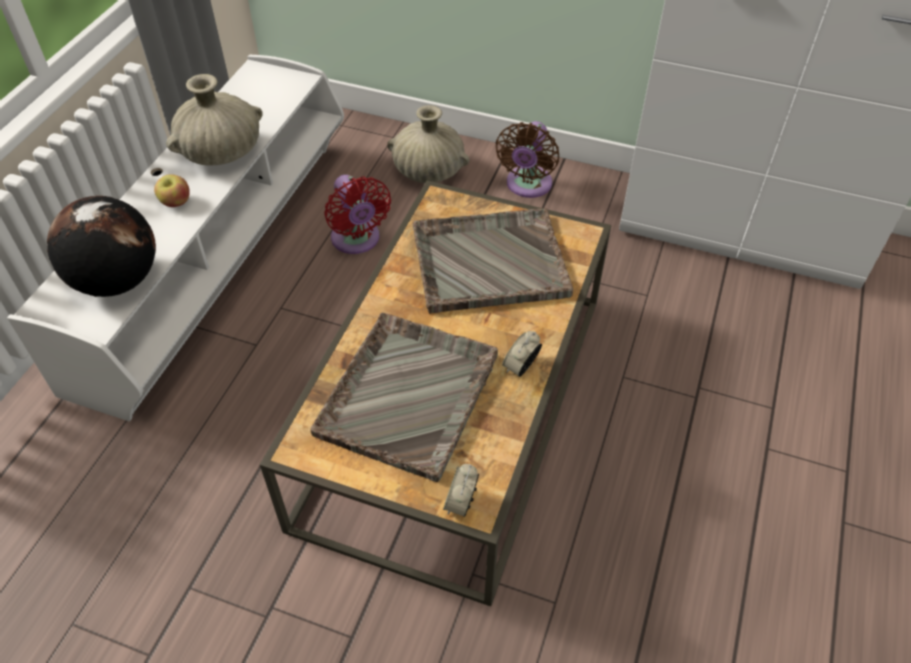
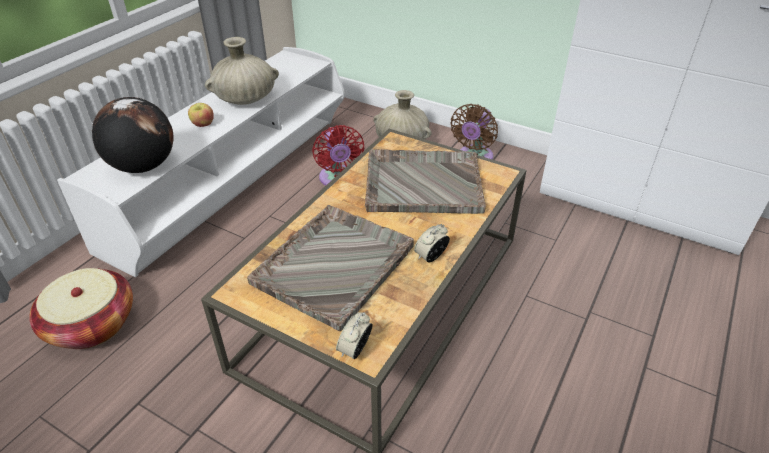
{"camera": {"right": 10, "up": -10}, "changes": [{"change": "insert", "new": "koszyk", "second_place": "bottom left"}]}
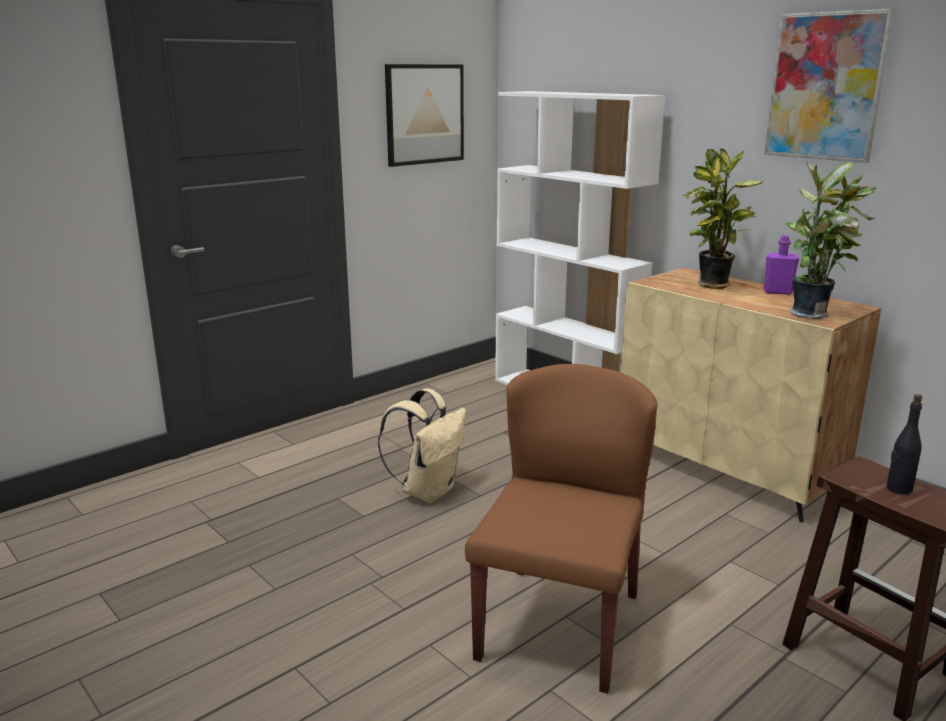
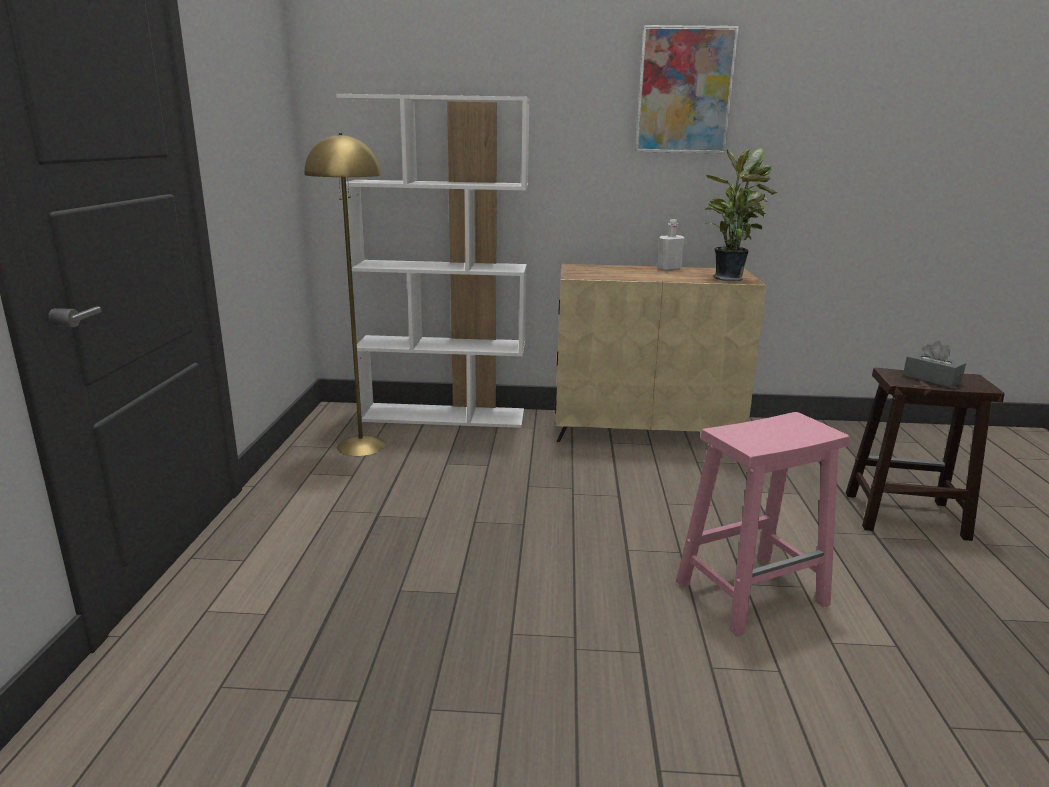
{"camera": {"right": -45, "up": 0}, "changes": [{"change": "delete", "old": "plecak [beżowy]", "first_place": "centre"}, {"change": "delete", "old": "obraz (1st from left)", "first_place": "top centre"}, {"change": "delete", "old": "roślina doniczkowa (1st from left)", "first_place": "top right"}, {"change": "insert", "new": "lampa stojąca [żółty]", "second_place": "middle left"}, {"change": "replace", "old": "krzesło [brązowy]", "new": "stołek [różowy]", "first_place": "bottom centre", "second_place": "middle right"}, {"change": "replace", "old": "butelka [czarny]", "new": "pudełko chusteczek [szary]", "first_place": "middle right", "second_place": "middle right"}, {"change": "recolor", "old": "butelka [fioletowy]", "new": "butelka [biały]", "first_place": "middle right", "second_place": "top centre"}]}
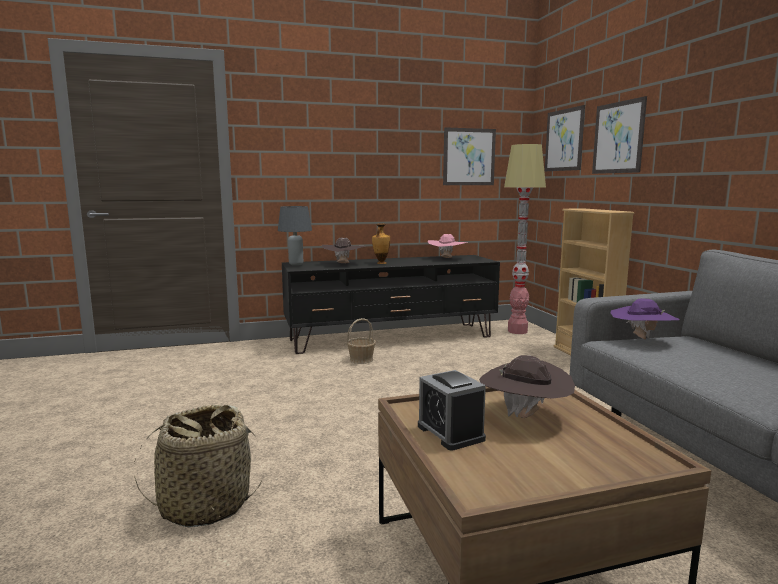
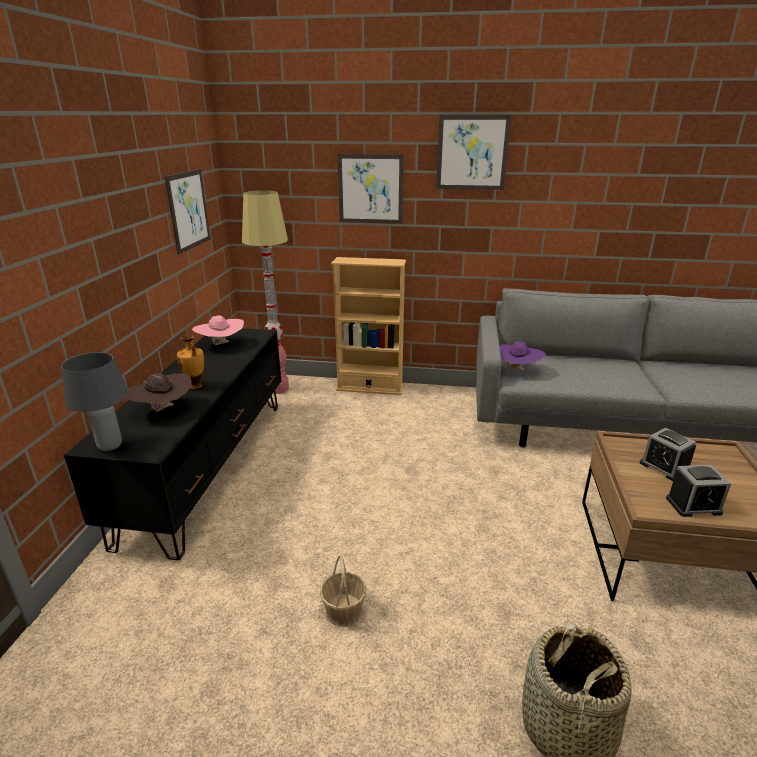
{"camera": {"right": -65, "up": 15}, "changes": [{"change": "move", "old": "koszyk (2nd from left in the first image)", "new": "koszyk (1st from left)", "first_place": "centre", "second_place": "bottom centre"}, {"change": "move", "old": "obraz (2nd from left in the first image)", "new": "obraz (3rd from left)", "first_place": "top right", "second_place": "top centre"}, {"change": "replace", "old": "kapelusz [brązowy] (2nd from left)", "new": "budzik (1st from left)", "first_place": "middle right", "second_place": "middle right"}]}
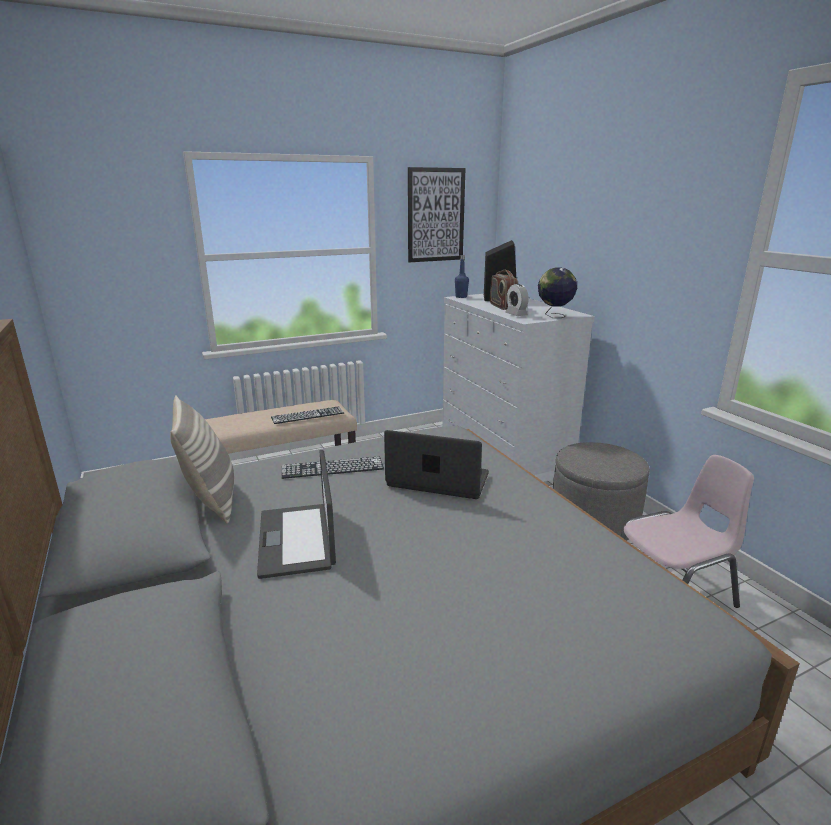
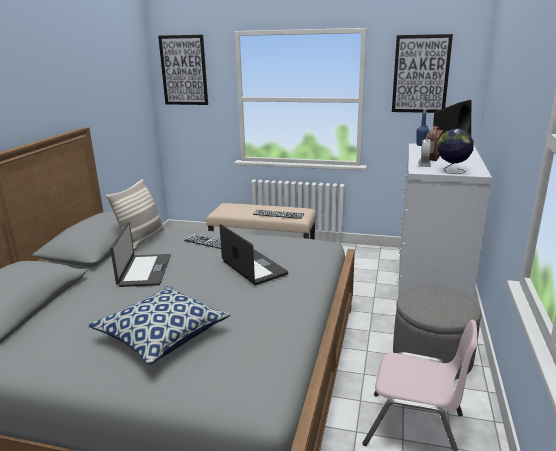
{"camera": {"right": 40, "up": 0}, "changes": [{"change": "insert", "new": "poduszka (2nd from left)", "second_place": "bottom left"}, {"change": "insert", "new": "obraz (1st from left)", "second_place": "top left"}, {"change": "rotate", "old": "laptop (1st from left)", "first_place": "centre", "second_place": "middle left", "degrees": 150}]}
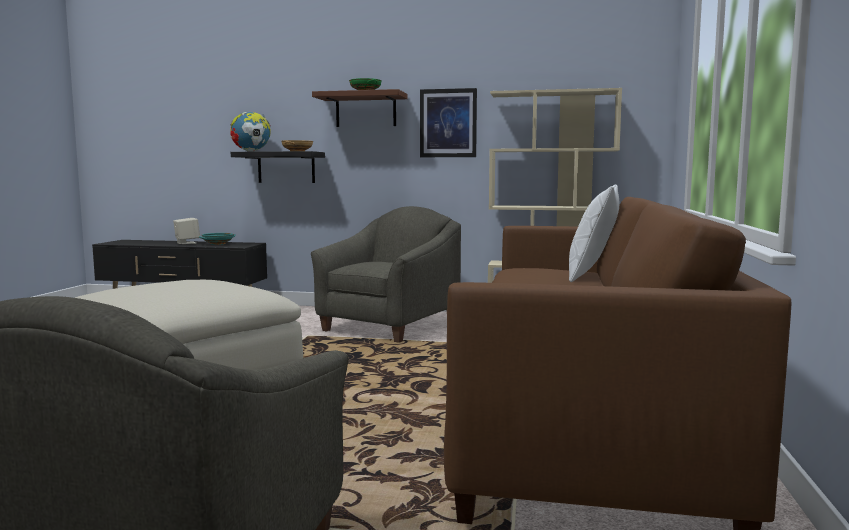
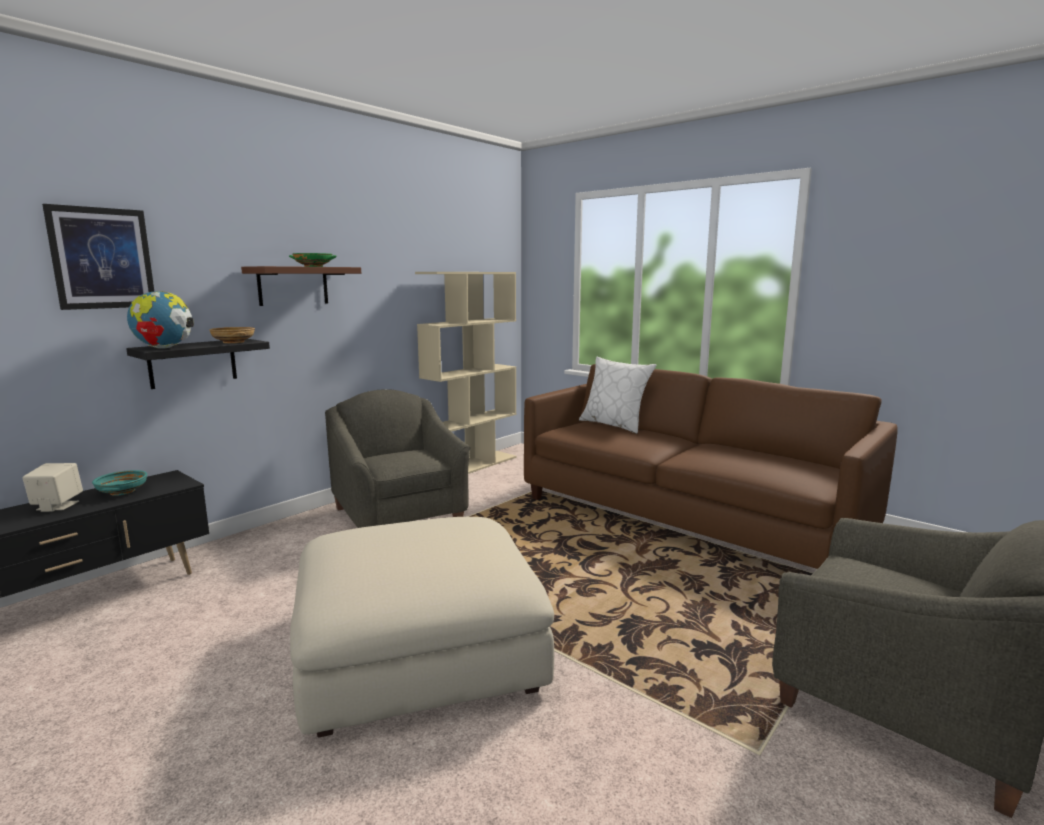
{"camera": {"right": -60, "up": 5}, "changes": [{"change": "move", "old": "obraz", "first_place": "top centre", "second_place": "top left"}]}
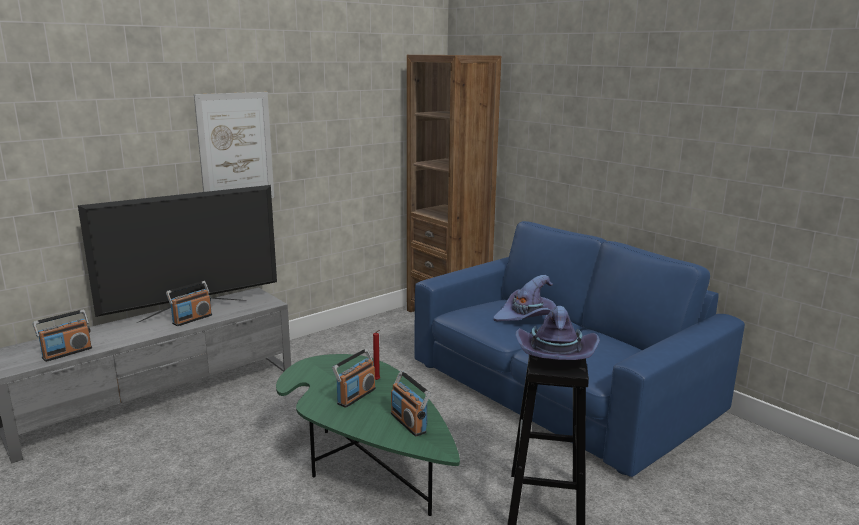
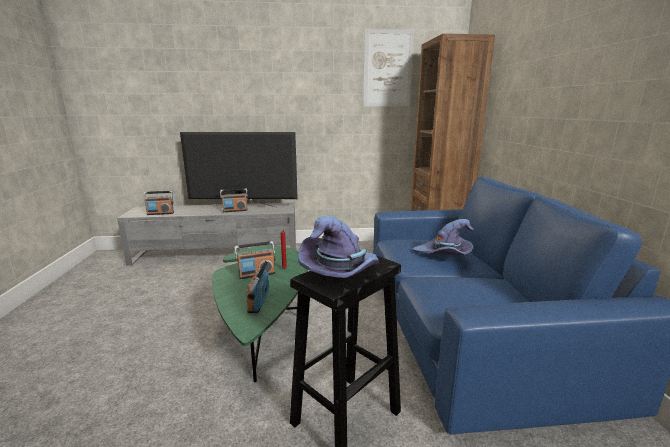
{"camera": {"right": 35, "up": 0}, "changes": [{"change": "move", "old": "obraz", "first_place": "top left", "second_place": "top centre"}]}
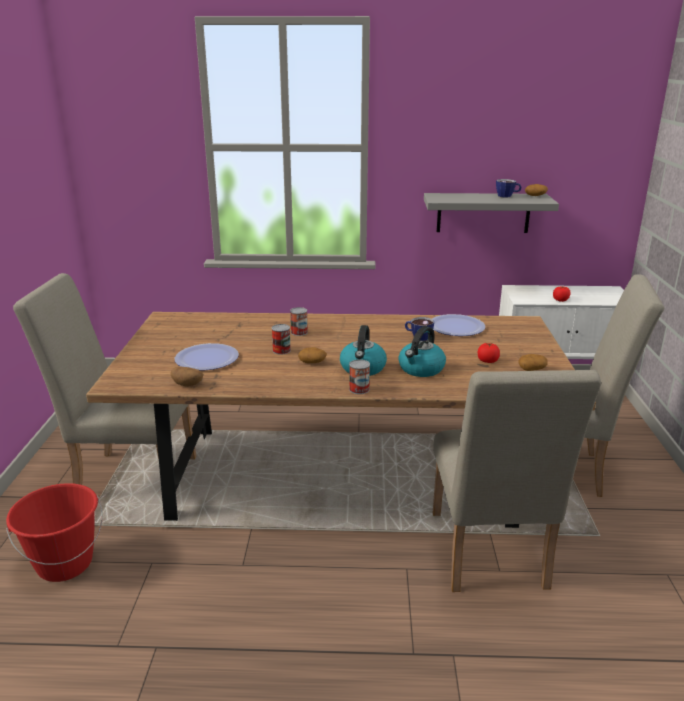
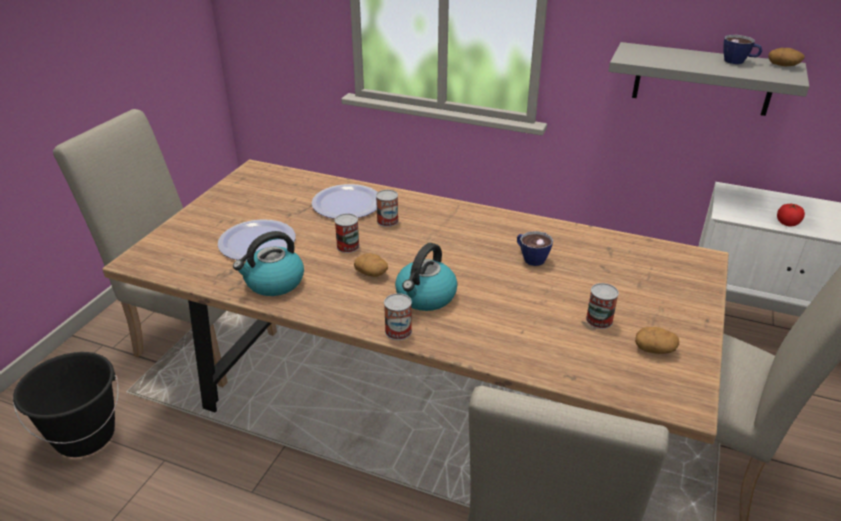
{"camera": {"right": 20, "up": 10}, "changes": [{"change": "delete", "old": "ziemniak (1st from left)", "first_place": "middle left"}, {"change": "move", "old": "czajnik (2nd from left in the first image)", "new": "czajnik (1st from left)", "first_place": "centre", "second_place": "middle left"}, {"change": "move", "old": "talerz (2nd from left)", "first_place": "middle right", "second_place": "centre"}, {"change": "replace", "old": "pomidor (1st from left)", "new": "puszka (4th from left)", "first_place": "middle right", "second_place": "middle right"}, {"change": "recolor", "old": "wiadro [czerwony]", "new": "wiadro [czarny]", "first_place": "bottom left", "second_place": "bottom left"}]}
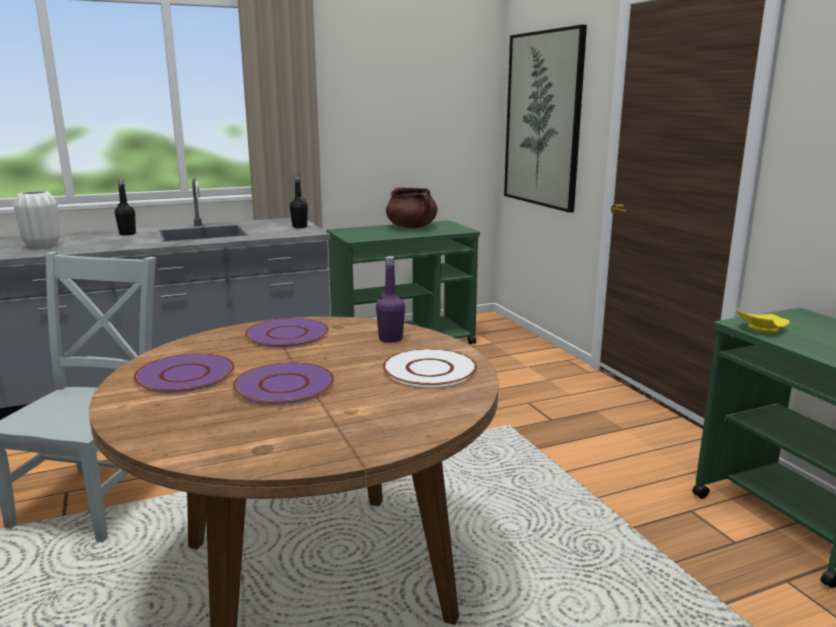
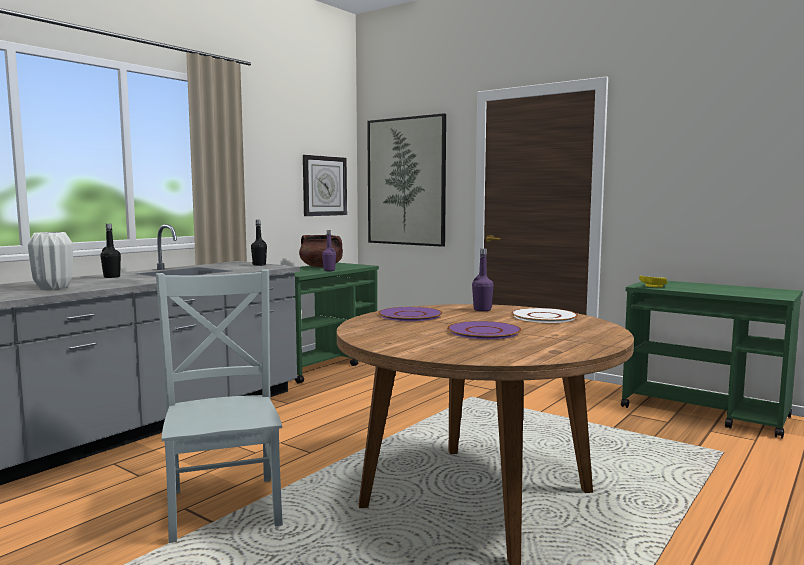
{"camera": {"right": -30, "up": -10}, "changes": [{"change": "delete", "old": "talerz [fioletowy] (1st from left)", "first_place": "middle left"}, {"change": "insert", "new": "zegar ścienny", "second_place": "top centre"}, {"change": "insert", "new": "butelka [fioletowy] (1st from left)", "second_place": "centre"}]}
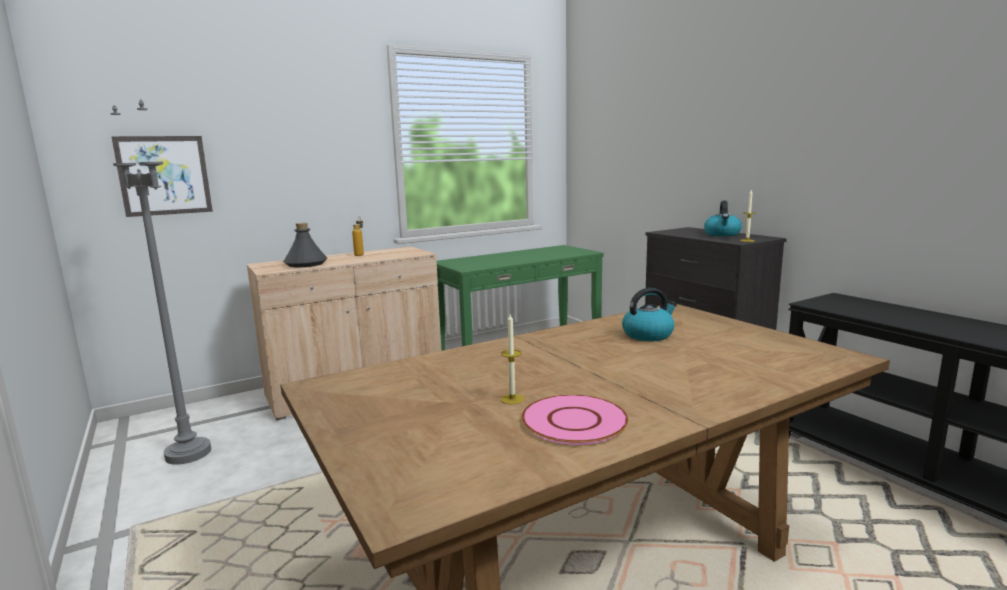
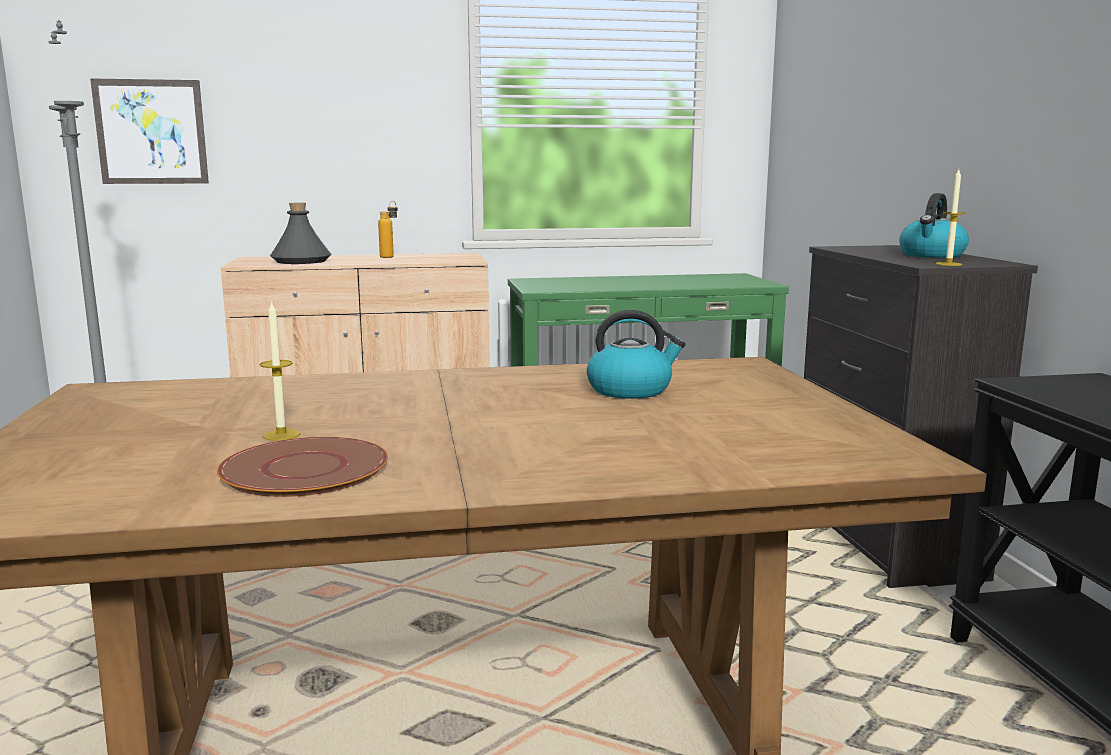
{"camera": {"right": 20, "up": 0}, "changes": [{"change": "recolor", "old": "talerz [różowy]", "new": "talerz [brązowy]", "first_place": "bottom centre", "second_place": "middle left"}]}
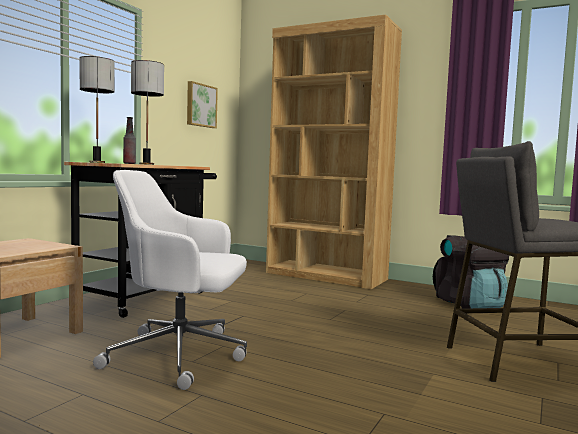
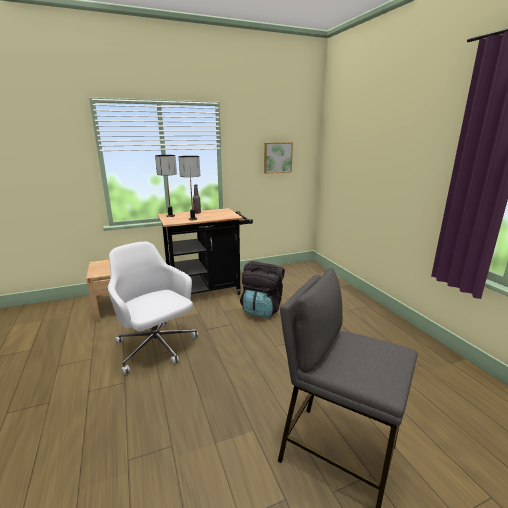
{"camera": {"right": 40, "up": 15}, "changes": [{"change": "delete", "old": "regał [brązowy]", "first_place": "centre"}, {"change": "move", "old": "plecak [czarny]", "first_place": "middle right", "second_place": "centre"}]}
